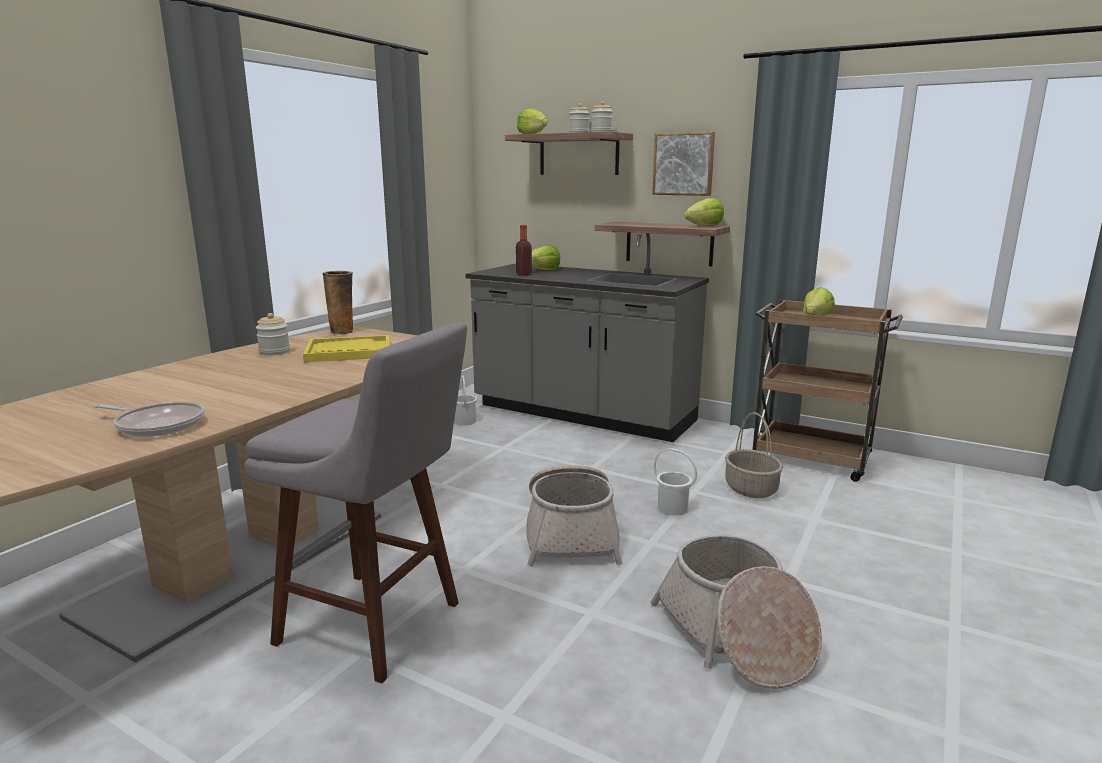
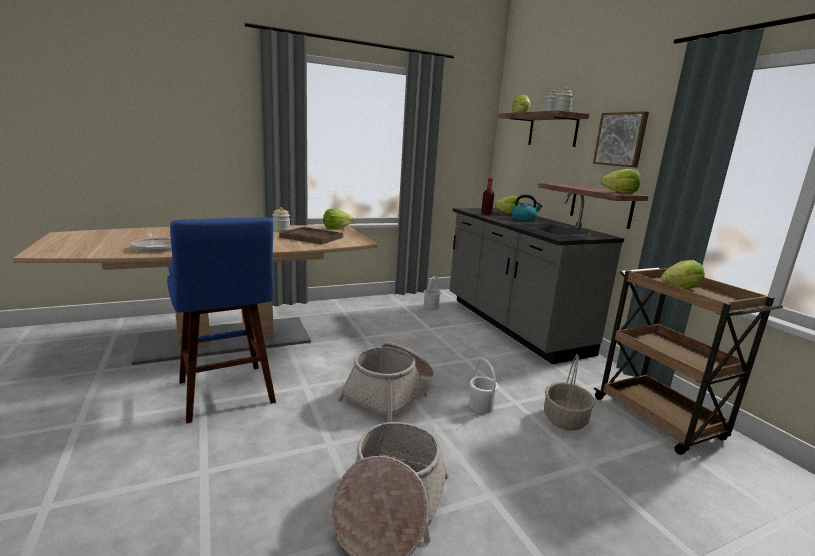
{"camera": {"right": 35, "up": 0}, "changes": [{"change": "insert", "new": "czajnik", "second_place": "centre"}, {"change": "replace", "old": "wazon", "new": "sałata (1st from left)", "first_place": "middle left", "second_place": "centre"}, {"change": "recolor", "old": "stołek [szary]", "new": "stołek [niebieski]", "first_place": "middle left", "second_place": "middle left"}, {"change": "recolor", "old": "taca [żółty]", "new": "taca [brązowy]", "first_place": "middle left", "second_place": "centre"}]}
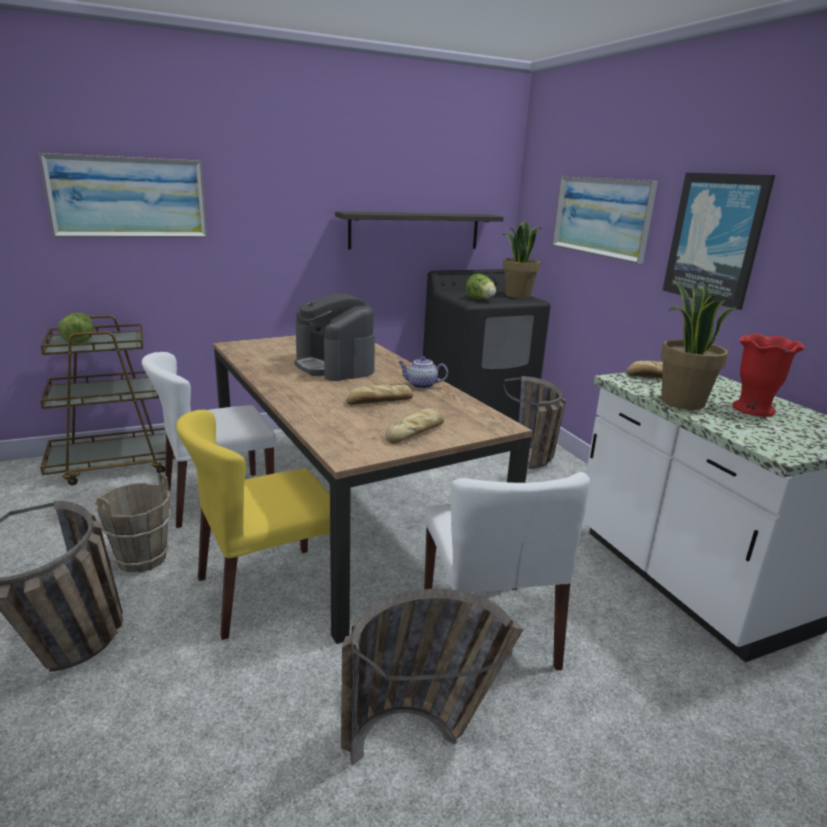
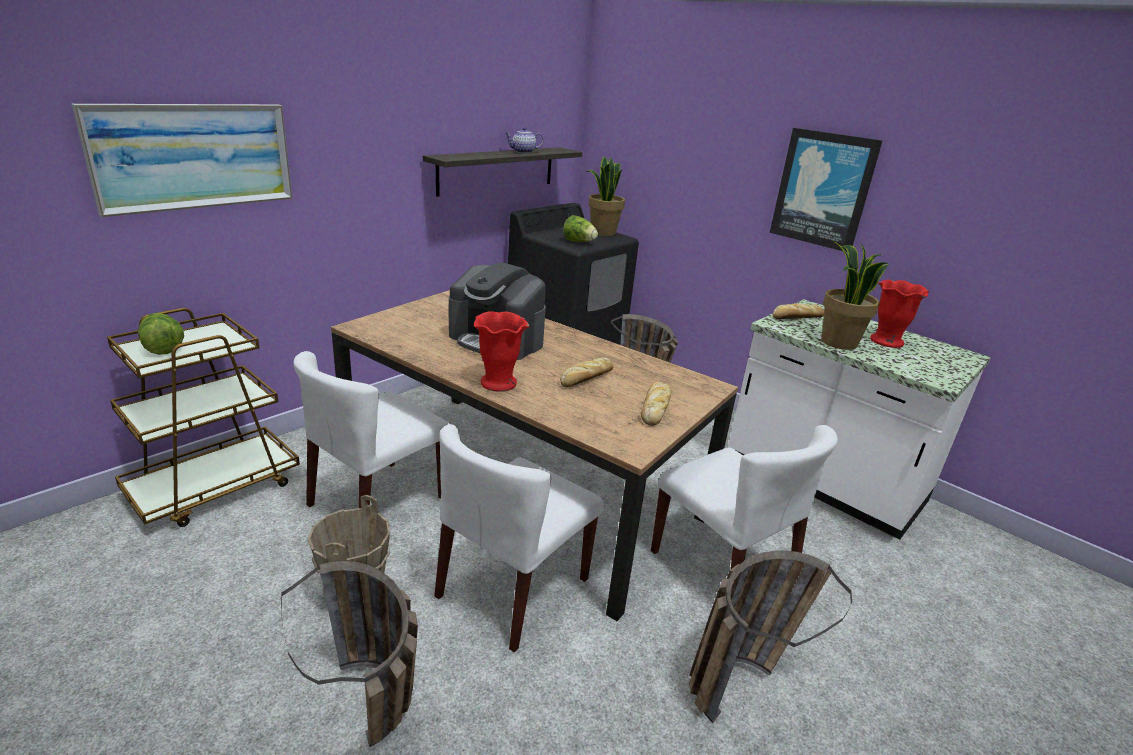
{"camera": {"right": -25, "up": 5}, "changes": [{"change": "delete", "old": "obraz (2nd from left)", "first_place": "top right"}, {"change": "insert", "new": "wazon [czerwony] (1st from left)", "second_place": "centre"}, {"change": "move", "old": "imbryk", "first_place": "centre", "second_place": "top centre"}, {"change": "recolor", "old": "krzesło [żółty]", "new": "krzesło [biały] (2nd from left)", "first_place": "middle left", "second_place": "bottom centre"}]}
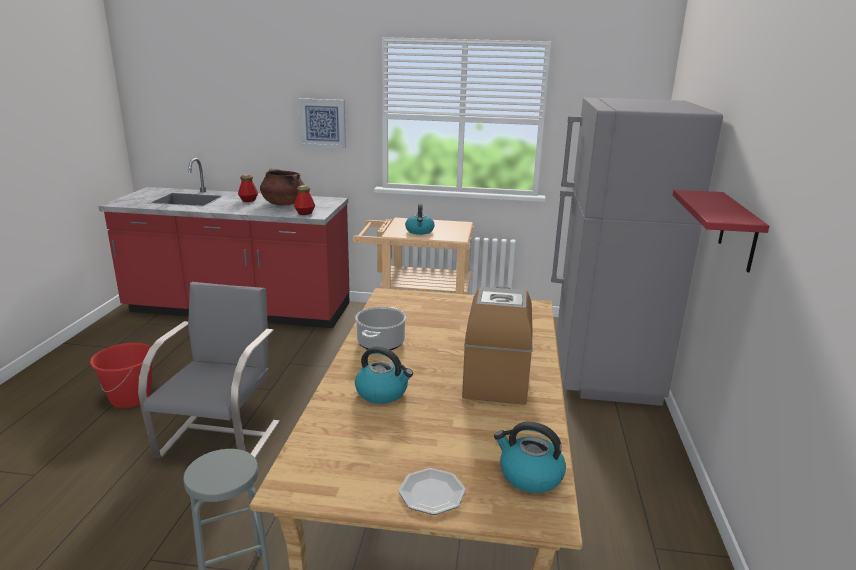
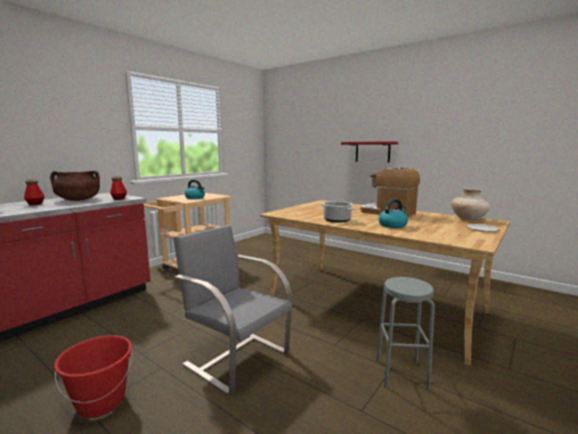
{"camera": {"right": -60, "up": -10}, "changes": [{"change": "delete", "old": "obraz", "first_place": "top centre"}, {"change": "delete", "old": "lodówka [szary]", "first_place": "middle right"}, {"change": "replace", "old": "czajnik (3rd from left)", "new": "wazon [beżowy]", "first_place": "bottom centre", "second_place": "middle right"}]}
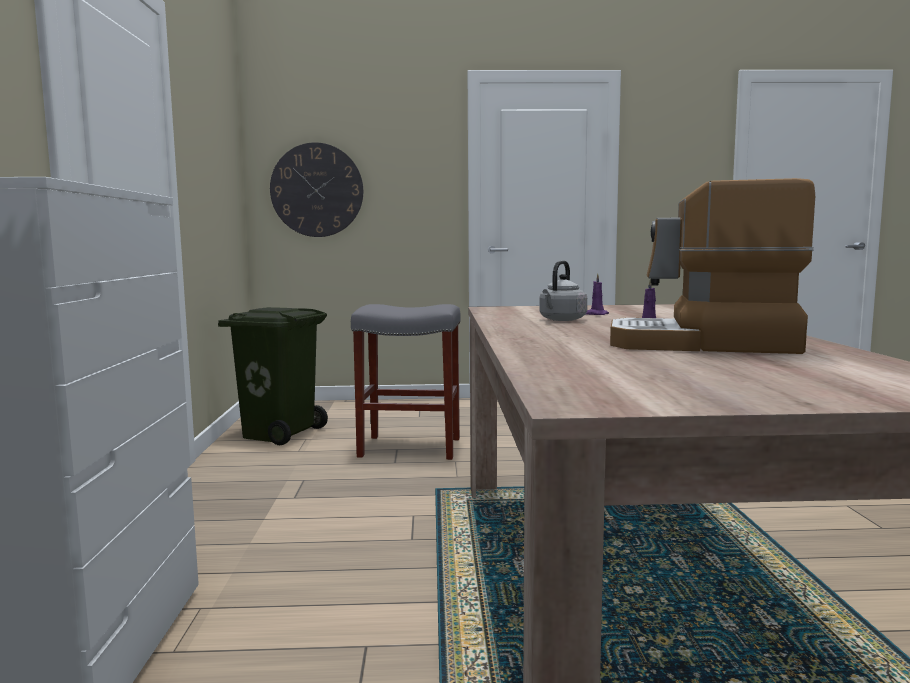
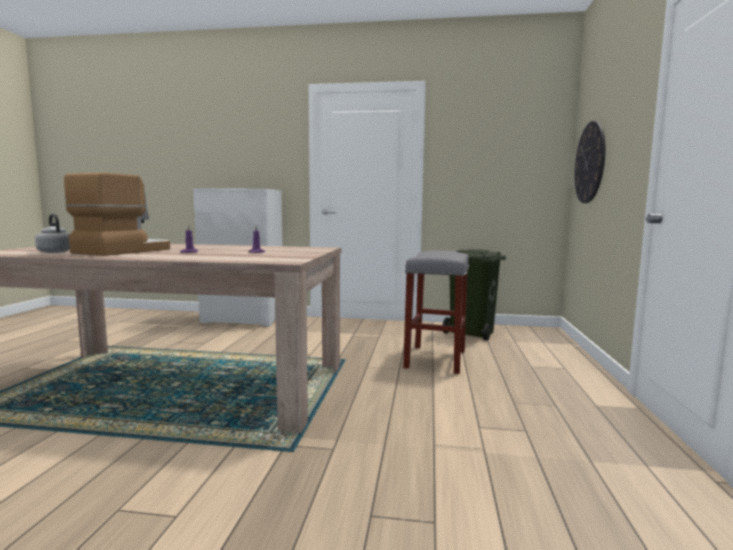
{"camera": {"right": 100, "up": 0}, "changes": [{"change": "move", "old": "czajnik [szary]", "first_place": "centre", "second_place": "middle left"}]}
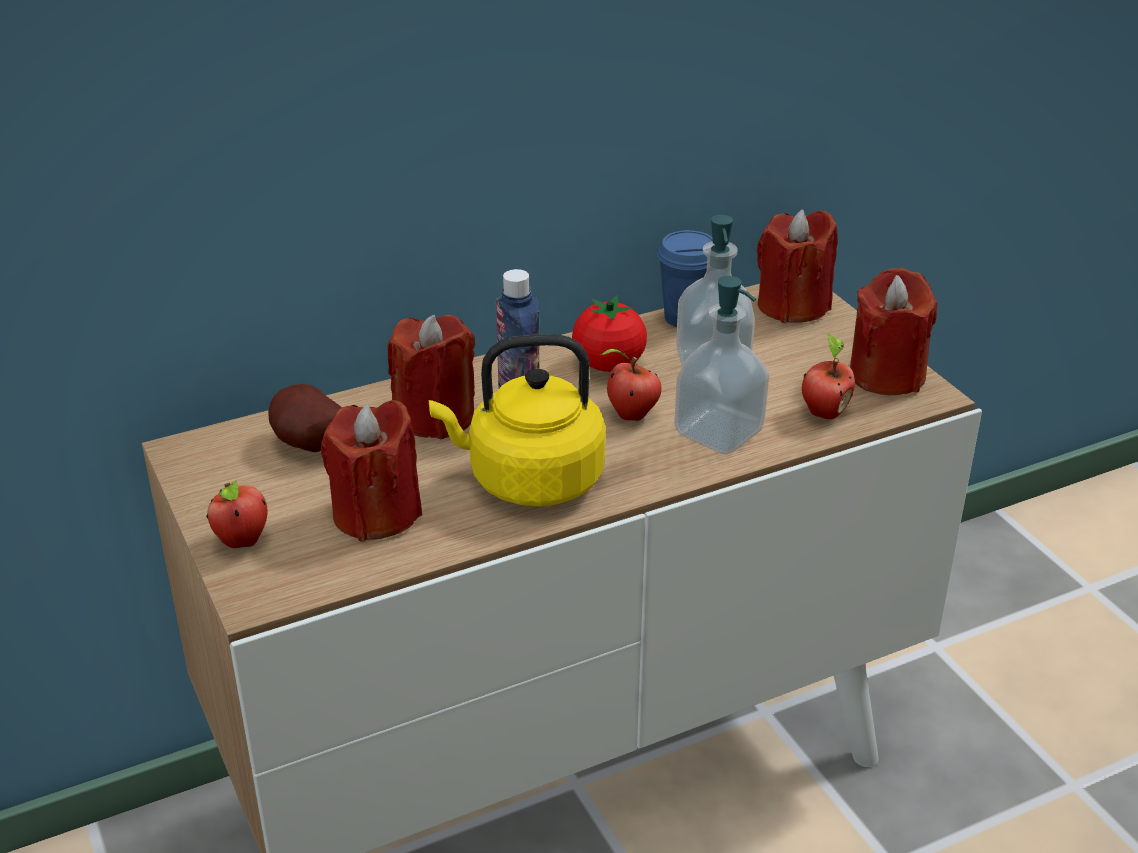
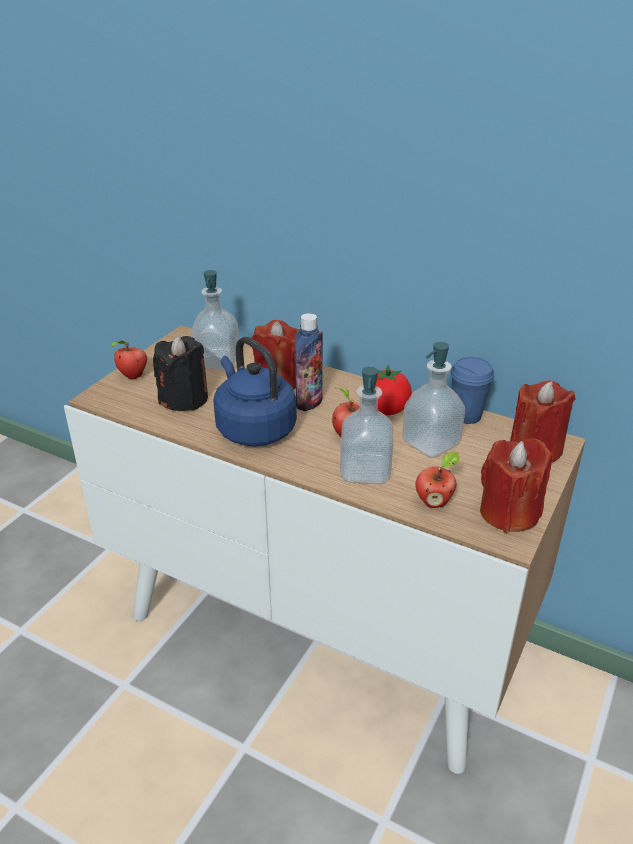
{"camera": {"right": 55, "up": 0}, "changes": [{"change": "replace", "old": "ziemniak", "new": "dozownik mydła (1st from left)", "first_place": "middle left", "second_place": "centre"}, {"change": "recolor", "old": "świeca [czerwony] (1st from left)", "new": "świeca [czarny]", "first_place": "middle left", "second_place": "middle left"}, {"change": "recolor", "old": "czajnik [żółty]", "new": "czajnik [niebieski]", "first_place": "centre", "second_place": "centre"}]}
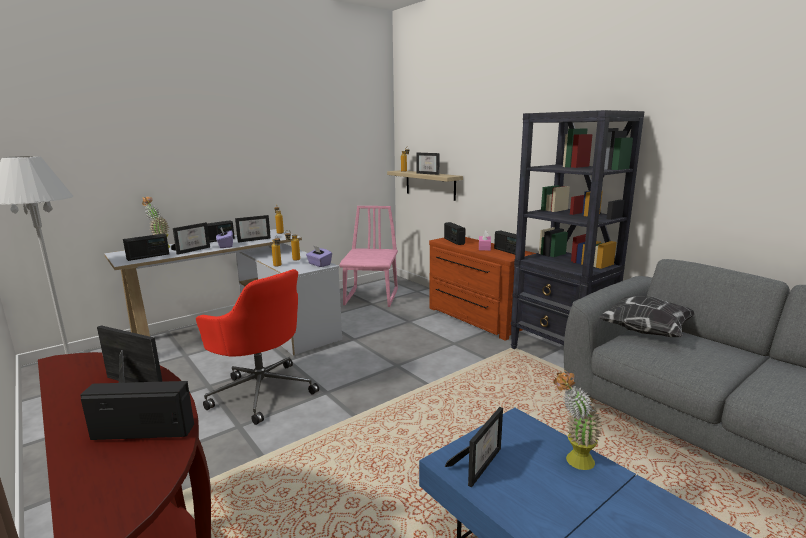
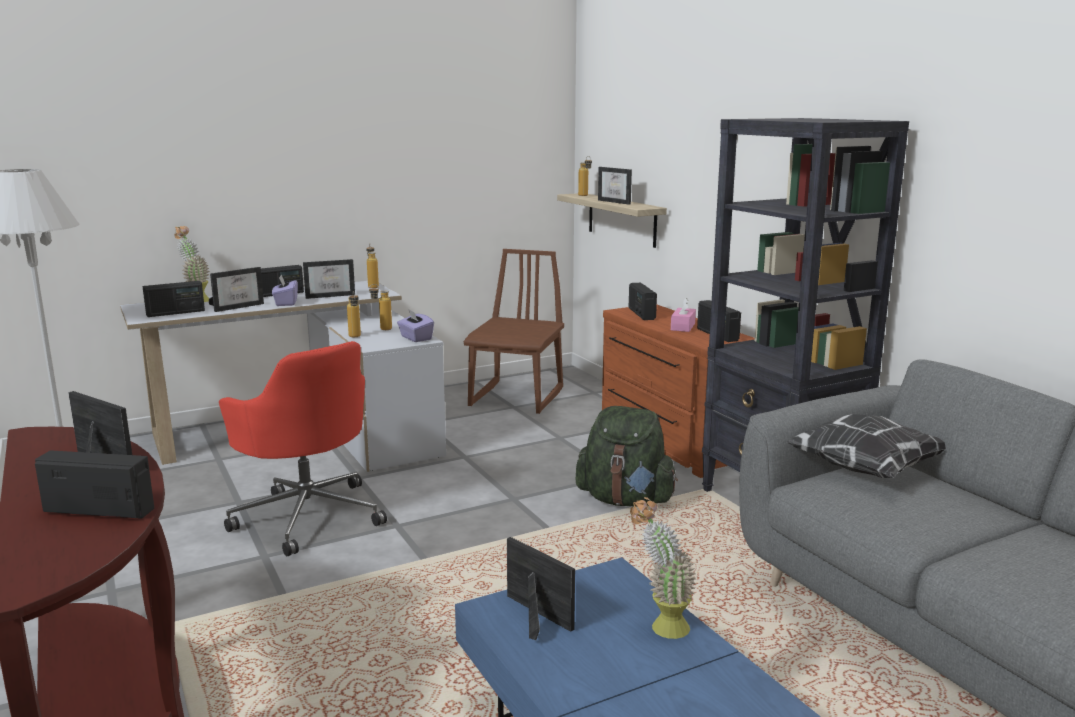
{"camera": {"right": 10, "up": 0}, "changes": [{"change": "insert", "new": "plecak [zielony]", "second_place": "centre"}, {"change": "recolor", "old": "krzesło [różowy]", "new": "krzesło [brązowy]", "first_place": "centre", "second_place": "centre"}, {"change": "rotate", "old": "ramka na zdjęcie (5th from left in the first image)", "first_place": "bottom centre", "second_place": "bottom centre", "degrees": -90}]}
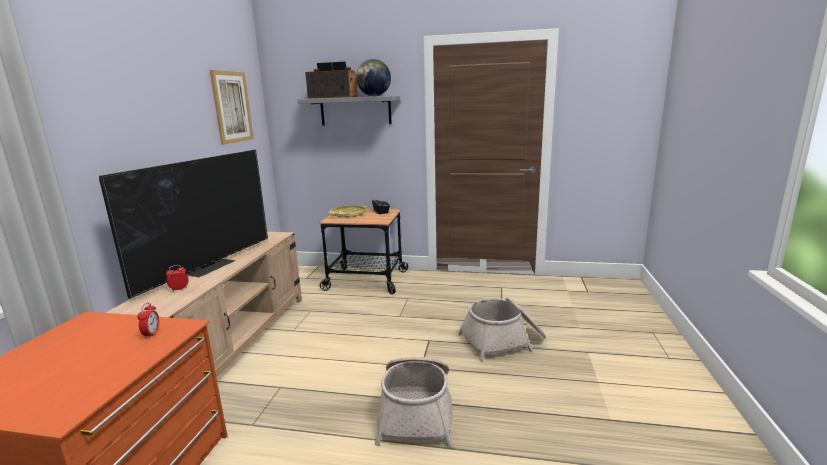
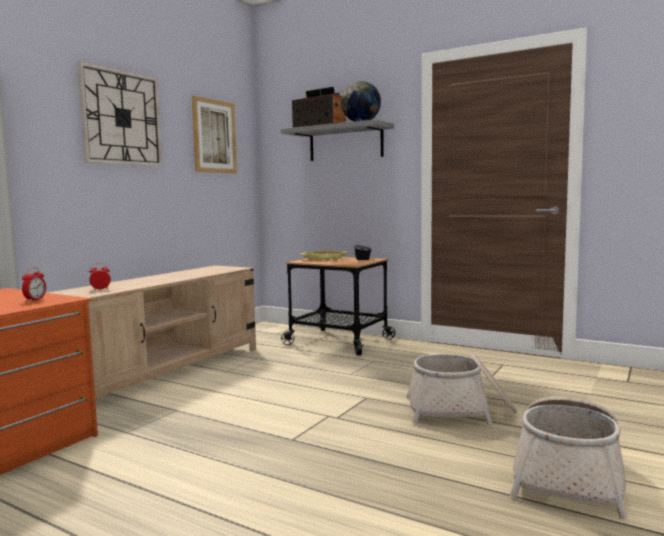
{"camera": {"right": 20, "up": -10}, "changes": [{"change": "delete", "old": "telewizor", "first_place": "middle left"}, {"change": "insert", "new": "zegar ścienny", "second_place": "top left"}, {"change": "move", "old": "koszyk (1st from left in the first image)", "new": "koszyk (2nd from left)", "first_place": "bottom centre", "second_place": "bottom right"}]}
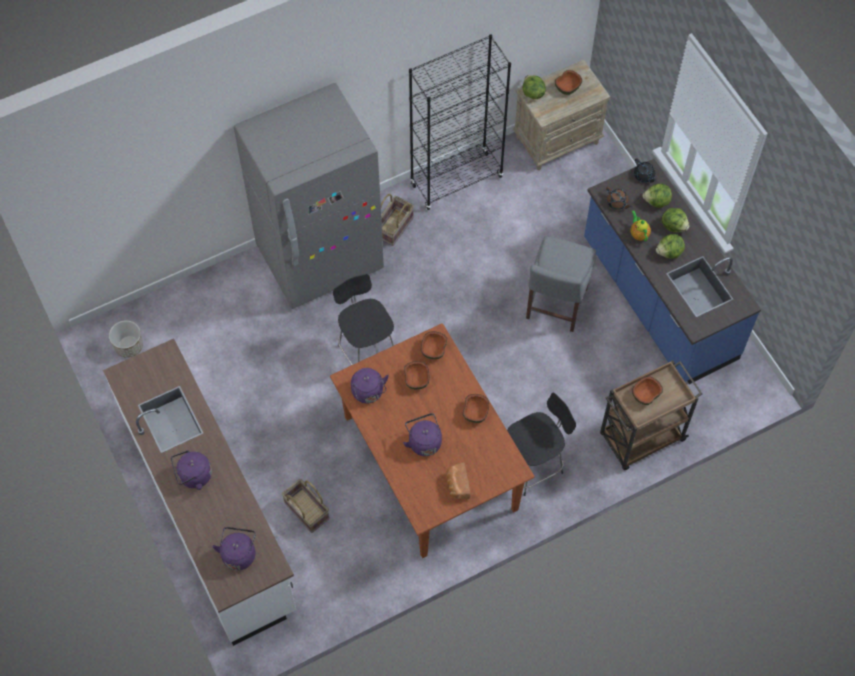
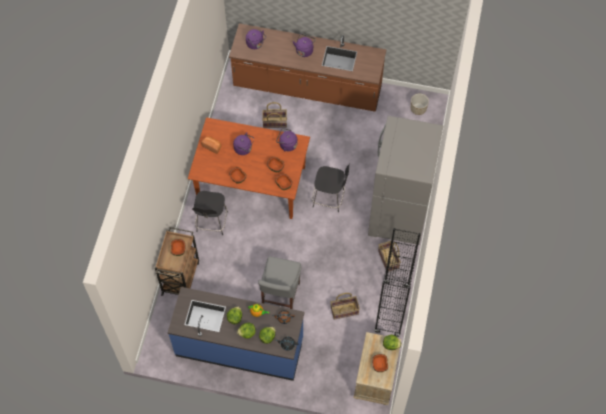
{"camera": {"right": 130, "up": 0}, "changes": [{"change": "insert", "new": "koszyk (2nd from left)", "second_place": "bottom centre"}, {"change": "recolor", "old": "zabudowa kuchenna [biały]", "new": "zabudowa kuchenna [brązowy]", "first_place": "bottom left", "second_place": "top centre"}, {"change": "rotate", "old": "krzesło [szary]", "first_place": "centre", "second_place": "bottom centre", "degrees": -135}]}
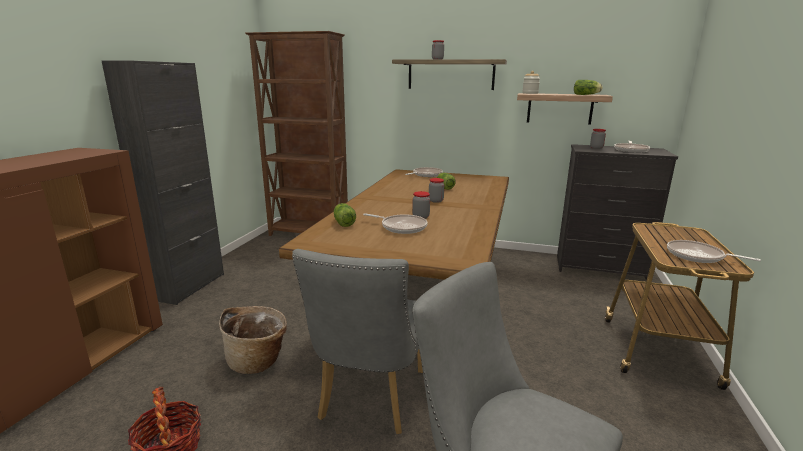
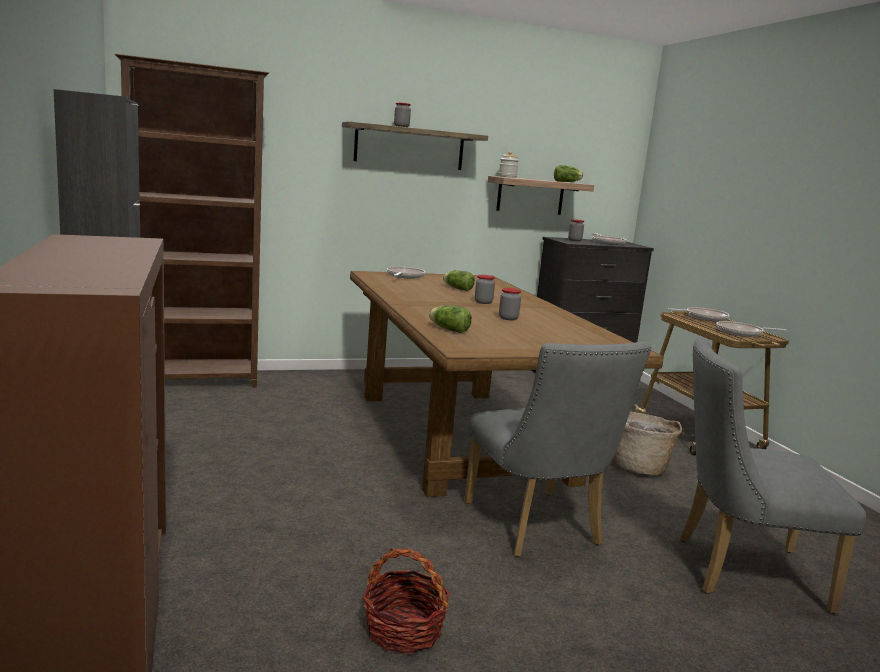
{"camera": {"right": -35, "up": -5}, "changes": [{"change": "move", "old": "koszyk (2nd from left)", "first_place": "bottom left", "second_place": "middle right"}, {"change": "move", "old": "patelnia (1st from left in the first image)", "new": "patelnia (3rd from left)", "first_place": "centre", "second_place": "middle right"}]}
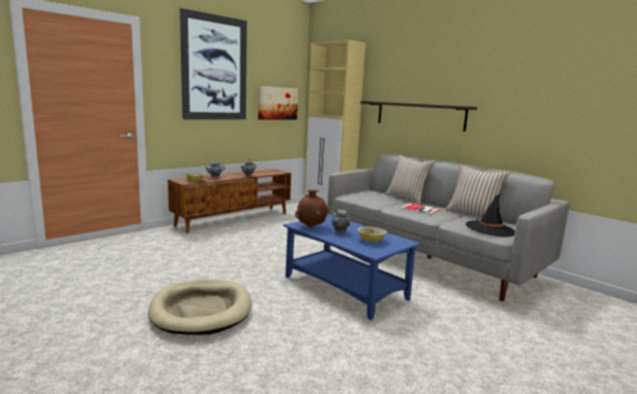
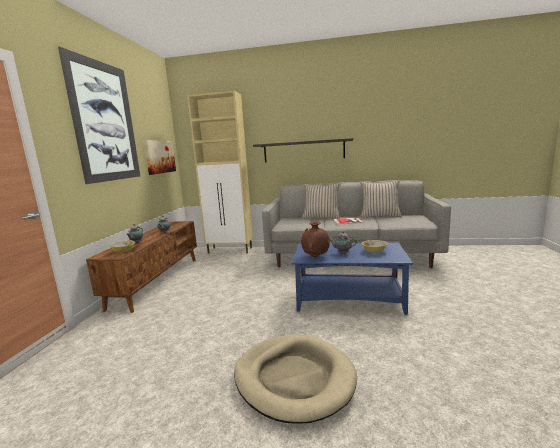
{"camera": {"right": -35, "up": 0}, "changes": [{"change": "delete", "old": "kapelusz [czarny]", "first_place": "middle right"}]}
